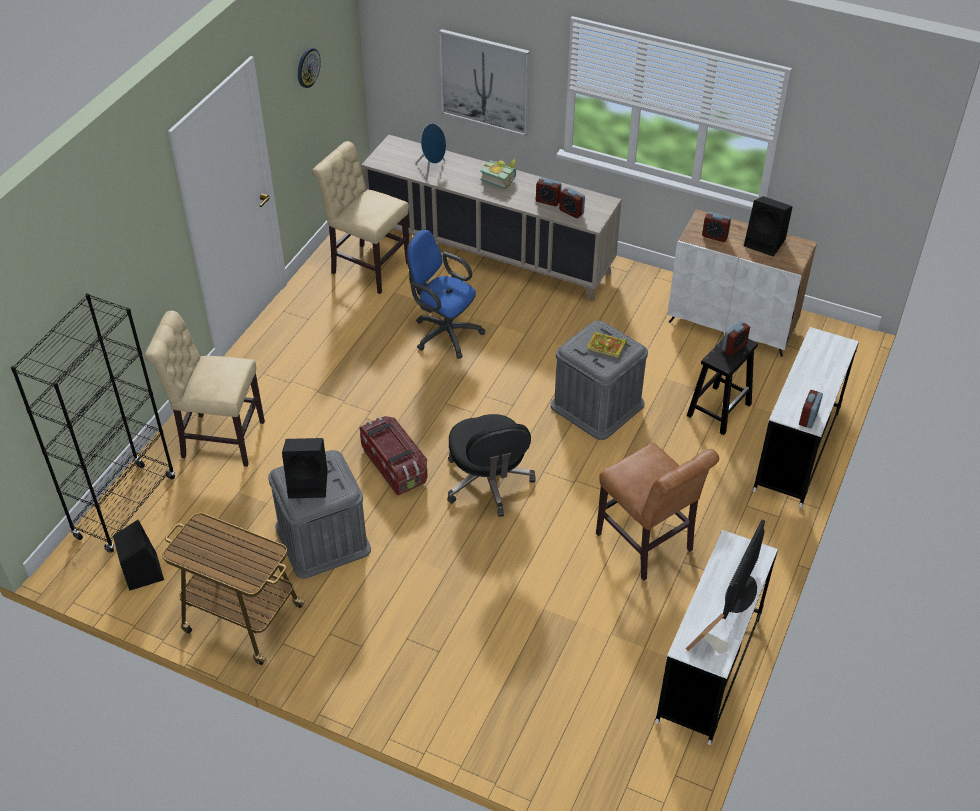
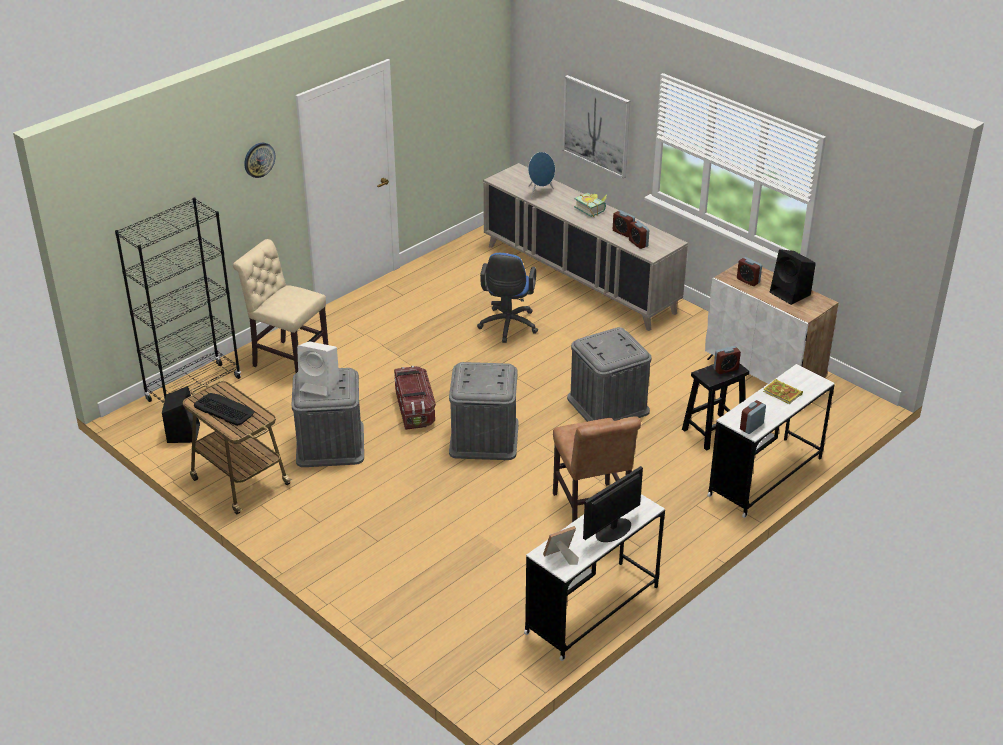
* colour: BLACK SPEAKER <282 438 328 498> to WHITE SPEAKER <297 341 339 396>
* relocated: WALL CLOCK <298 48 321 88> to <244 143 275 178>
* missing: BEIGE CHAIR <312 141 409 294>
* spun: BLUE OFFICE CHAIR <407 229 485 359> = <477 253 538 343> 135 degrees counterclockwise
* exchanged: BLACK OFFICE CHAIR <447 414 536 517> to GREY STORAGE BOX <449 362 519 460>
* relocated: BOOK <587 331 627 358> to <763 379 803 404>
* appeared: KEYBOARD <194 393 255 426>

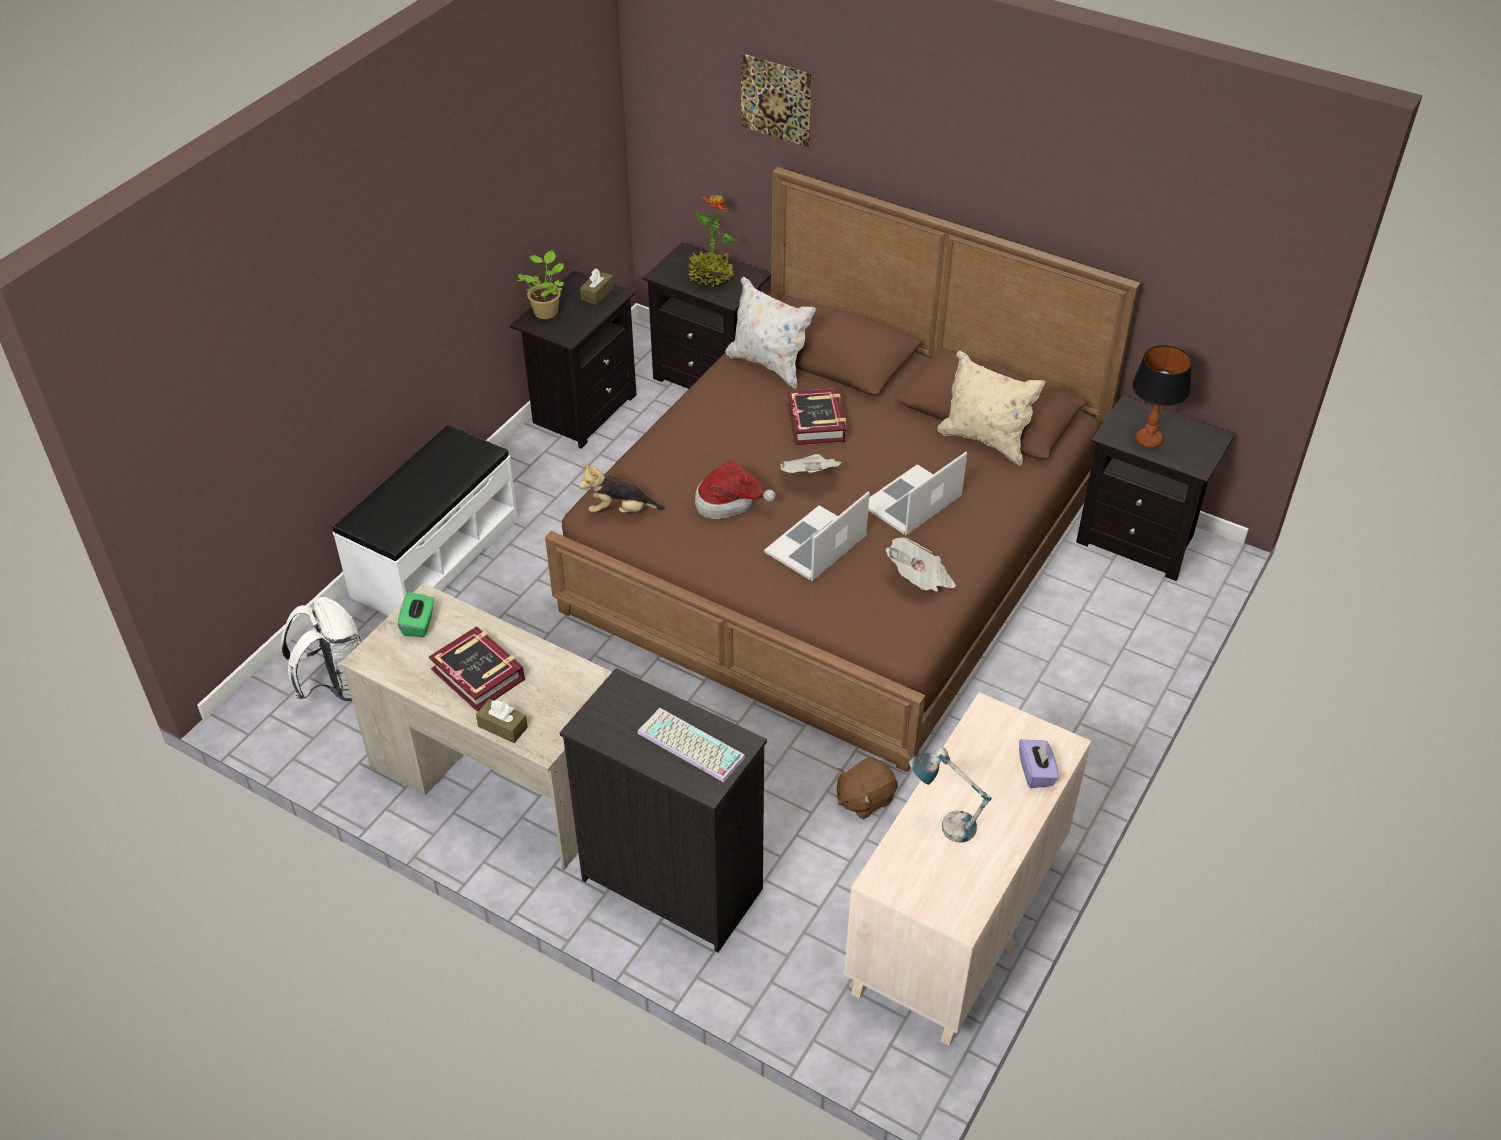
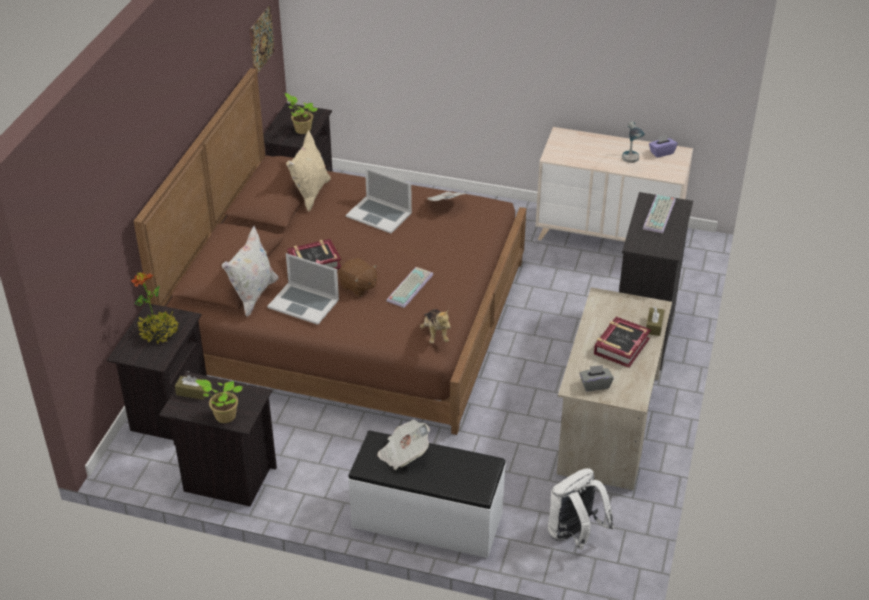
* colour: GREEN TISSUE BOX <398 592 434 637> to GREY TISSUE BOX <579 365 614 391>
* exchanged: HAT <695 461 776 519> to KEYBOARD <386 267 433 308>
* relocated: PICTURE <741 53 812 147> to <250 5 275 74>
* relocated: LAPTOP <764 491 869 581> to <267 253 339 325>
* relocated: NEWSPAPER <780 454 842 473> to <378 420 430 470>
* relocated: BROWN PLUSH TOY <837 757 898 820> to <338 258 377 297>
* relocated: PURPLE TISSUE BOX <1019 739 1059 788> to <649 134 678 158>
* exchanged: TABLE LAMP <1132 345 1192 448> to POTTED PLANT <285 93 318 134>

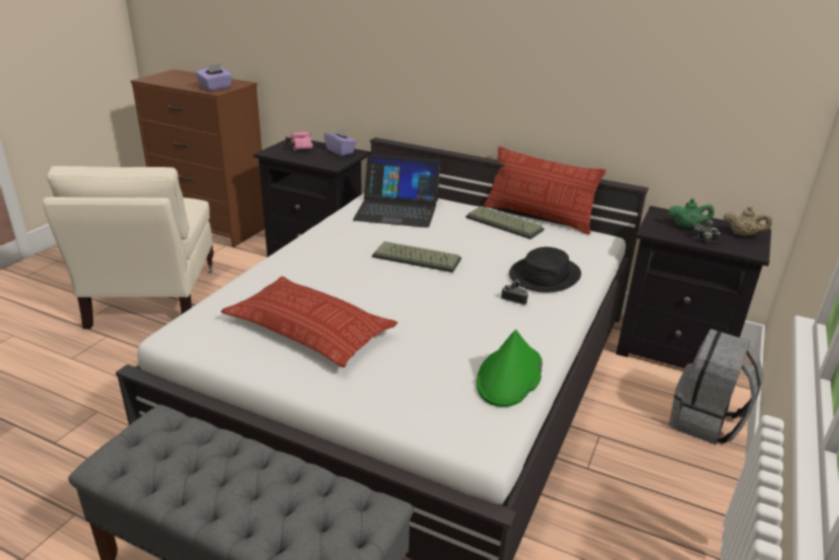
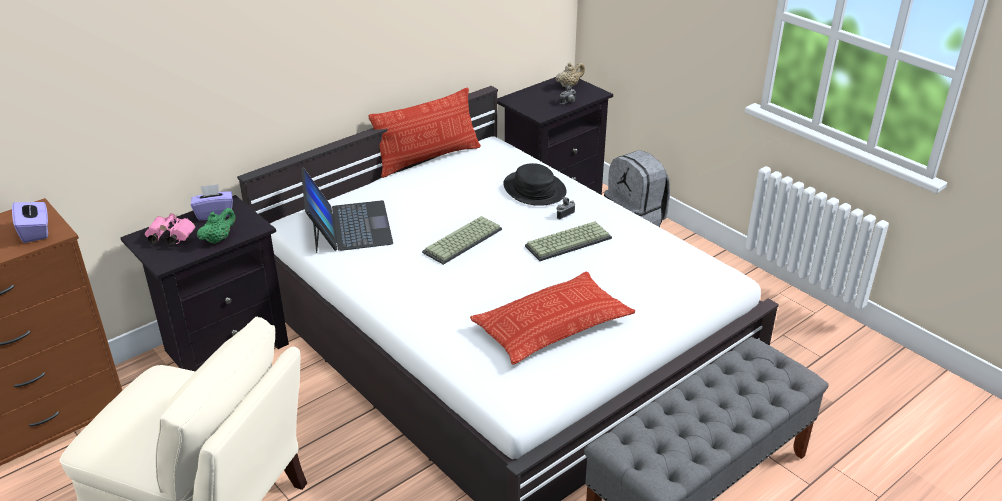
* spun: LAPTOP <353 154 440 228> = <301 168 393 253> 45 degrees counterclockwise
* relocated: KEYBOARD <466 206 544 239> to <525 221 612 261>
* missing: GREEN HAT <477 330 542 407>
* relocated: GREEN TEAPOT <668 199 714 228> to <197 208 236 244>

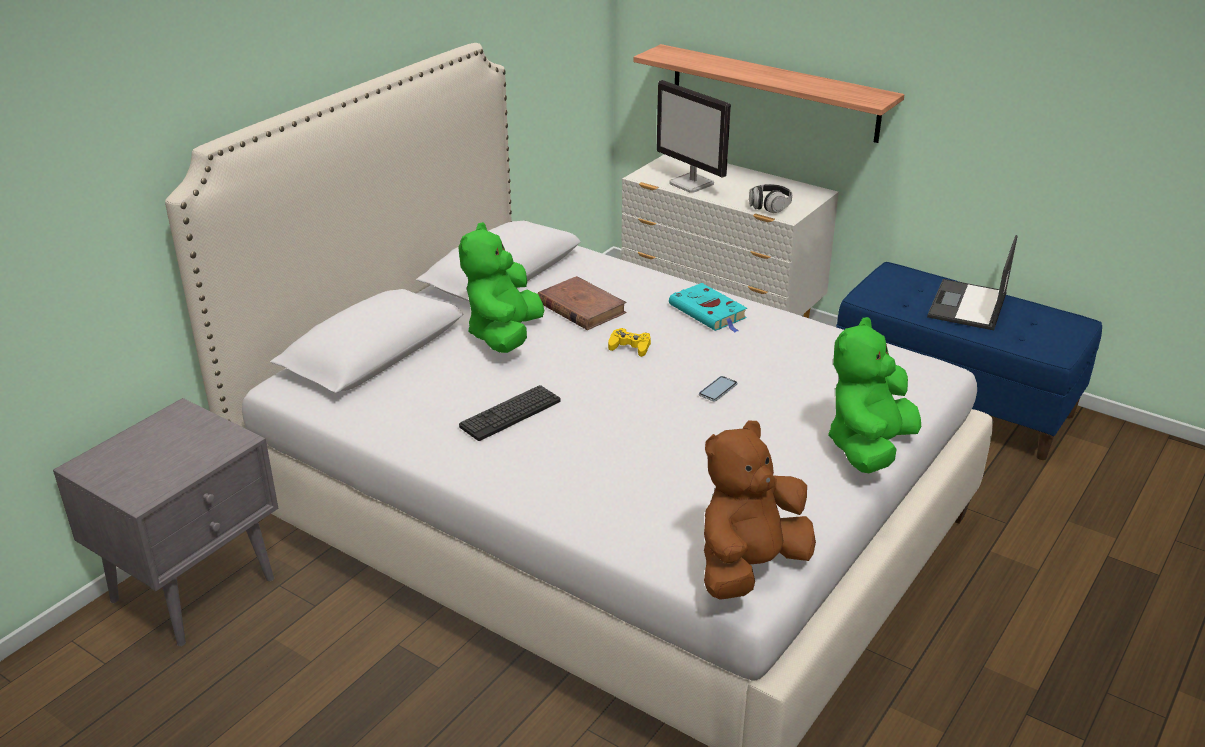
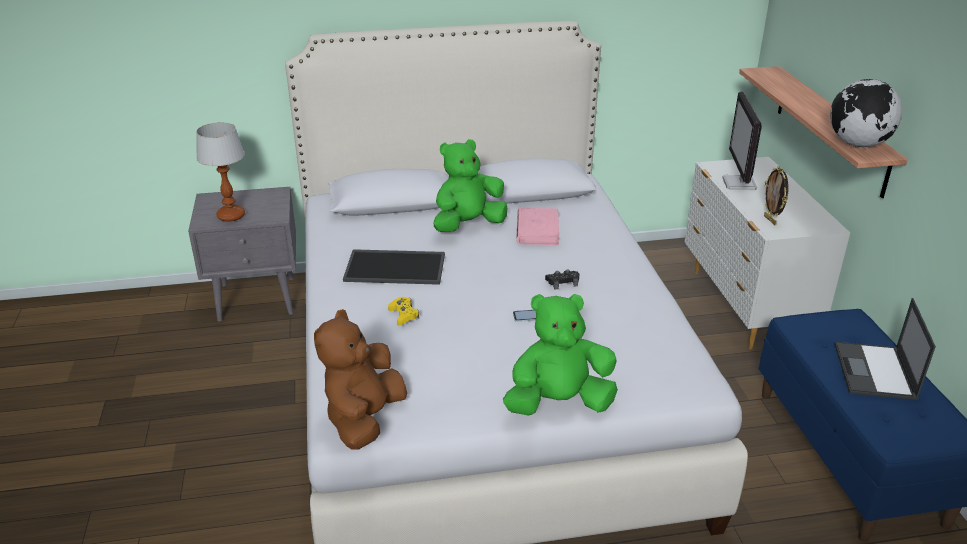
* exchanged: KEYBOARD <459 385 561 441> to TRAY <343 249 445 285>
* colour: BROWN BOOK <538 276 627 330> to PINK BOOK <516 208 559 245>
* relocated: YELLOW GAME CONTROLLER <608 328 651 357> to <388 297 419 326>
* missing: TURQUOISE BOOK <669 283 747 333>
* spun: BROWN PLUSH TOY <704 421 816 600> = <314 309 407 450> 75 degrees counterclockwise
* exchanged: HEADPHONES <749 184 792 213> to PICTURE FRAME <764 166 788 225>
* spun: LAPTOP <927 235 1017 330> = <835 298 936 400> 60 degrees counterclockwise
* appeared: TABLE LAMP <196 122 245 222>
* appeared: BLACK GAME CONTROLLER <545 269 579 290>
* appeared: GLOBE <830 79 903 147>

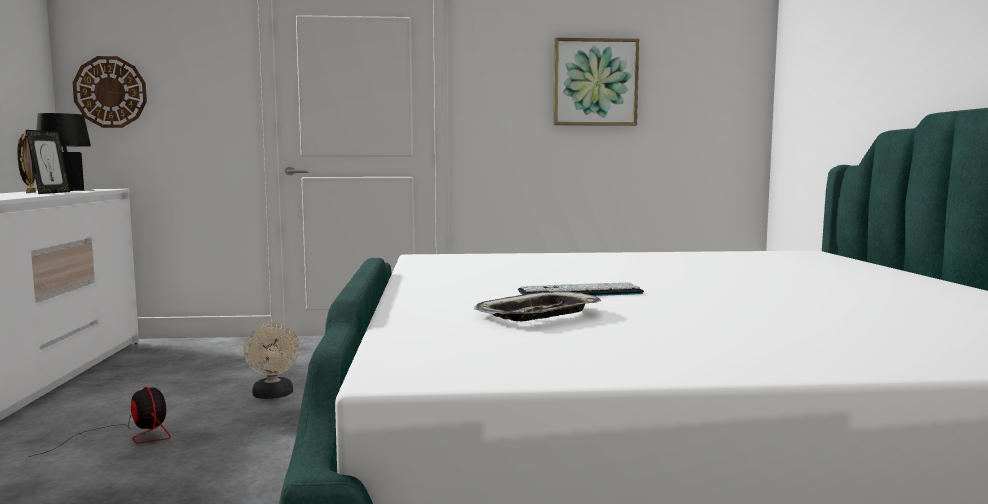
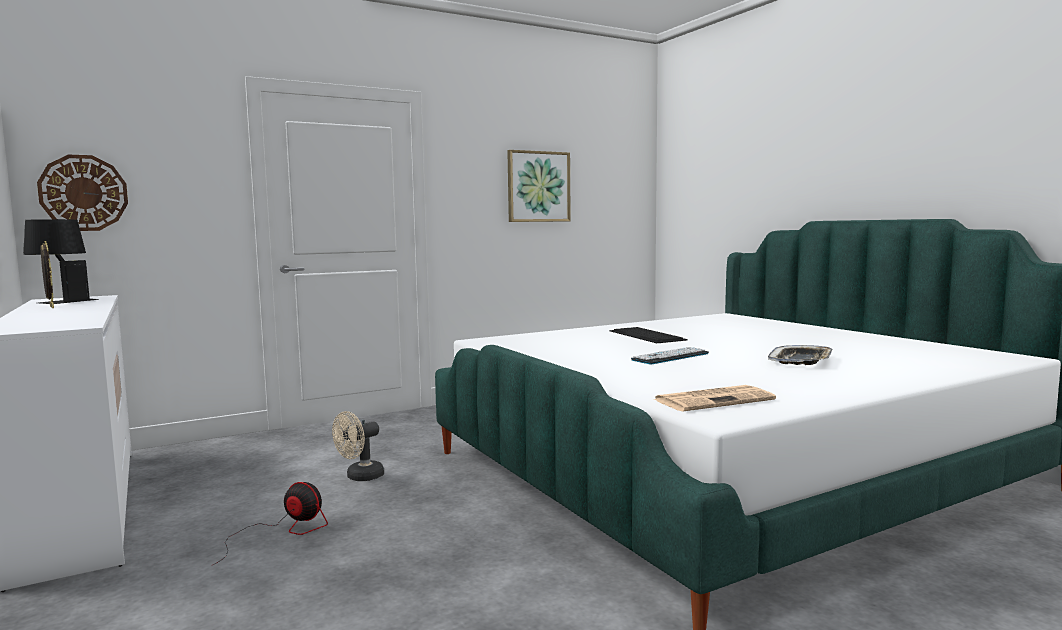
* missing: PICTURE FRAME <26 130 70 194>
* spun: BEIGE FAN <244 323 300 399> = <332 411 384 481> 90 degrees clockwise
* relocated: TRAY <474 291 601 321> to <768 345 833 365>
* appeared: KEYBOARD <610 327 688 343>
* appeared: NEWSPAPER <653 385 776 411>

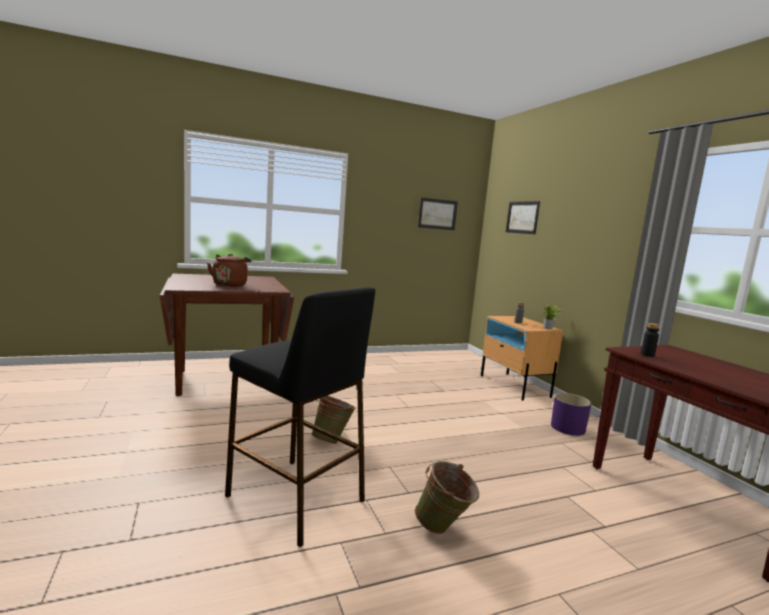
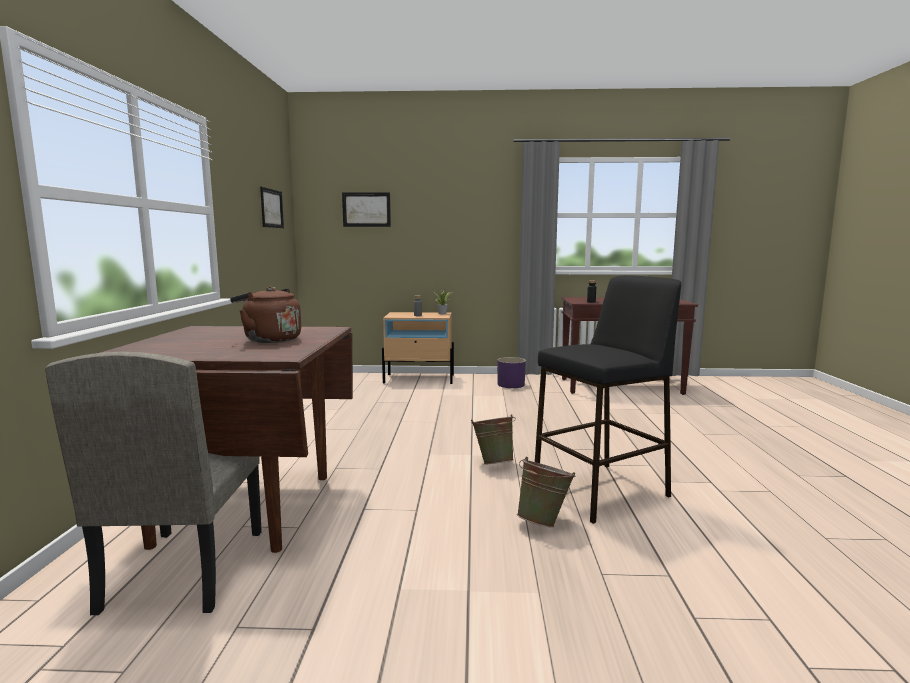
* relocated: GREEN BUCKET <415 461 479 534> to <517 457 575 527>
* appeared: BEIGE CHAIR <45 351 262 615>

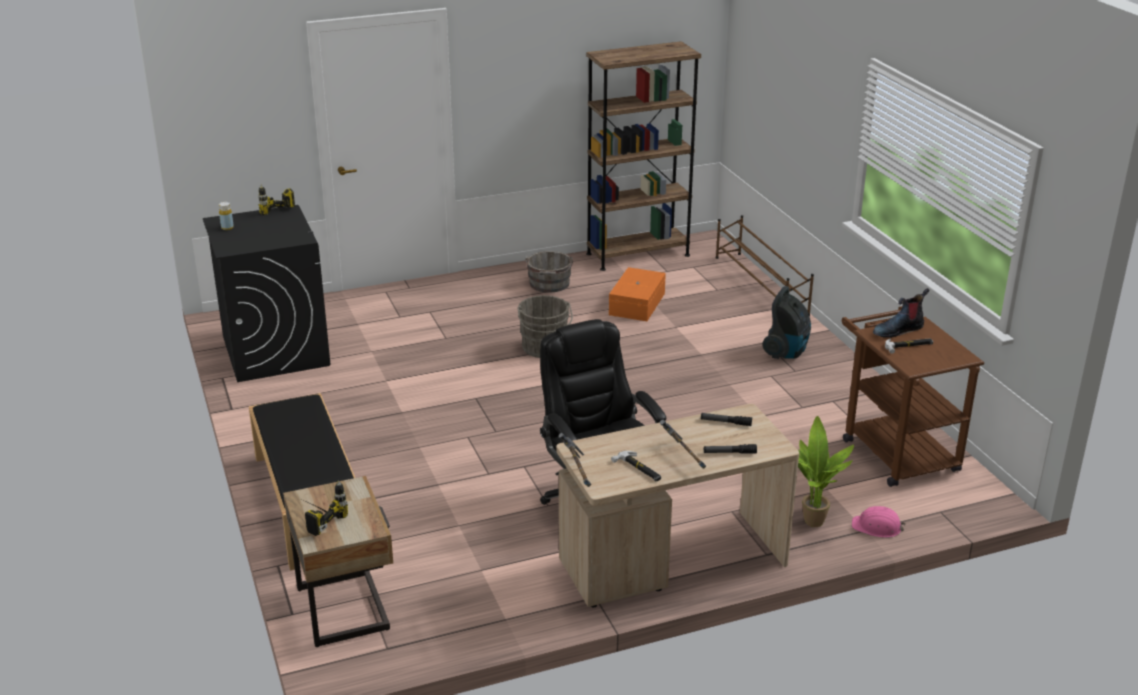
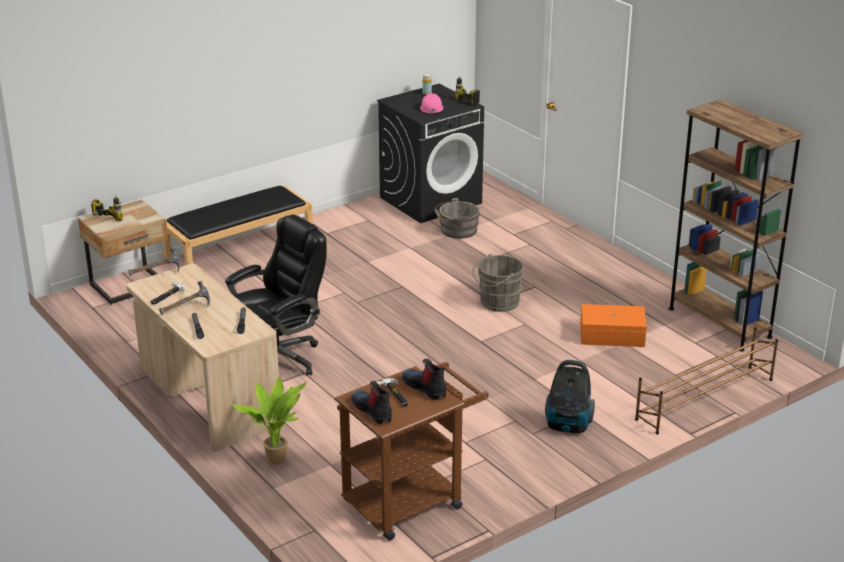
* relocated: GREY BUCKET <525 251 573 293> to <434 198 480 239>
* relocated: PINK HARD HAT <852 506 905 538> to <420 93 443 114>
* appeared: BOOT <351 381 392 424>

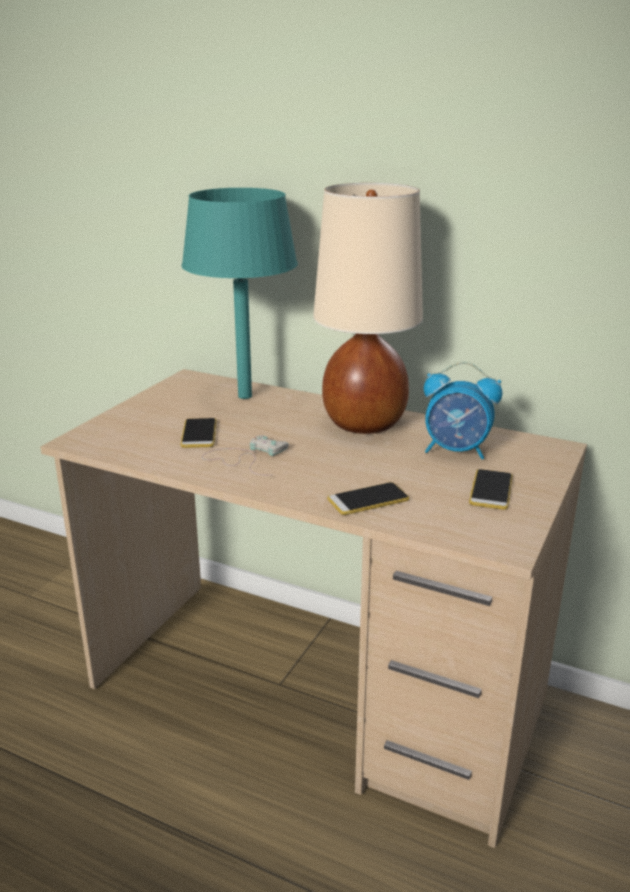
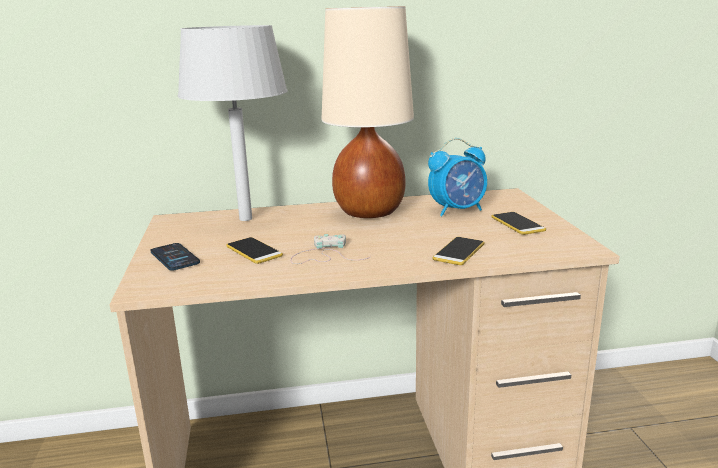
* colour: TURQUOISE TABLE LAMP <182 188 298 399> to GREY TABLE LAMP <178 25 288 221>
* appeared: PHONE <150 243 200 271>

